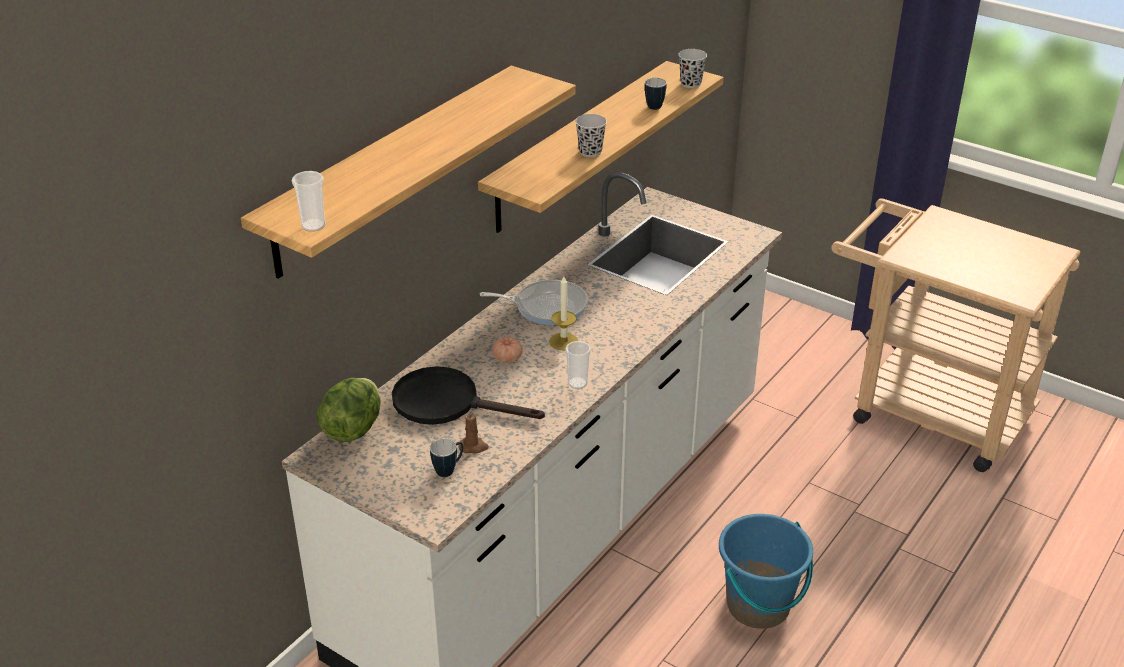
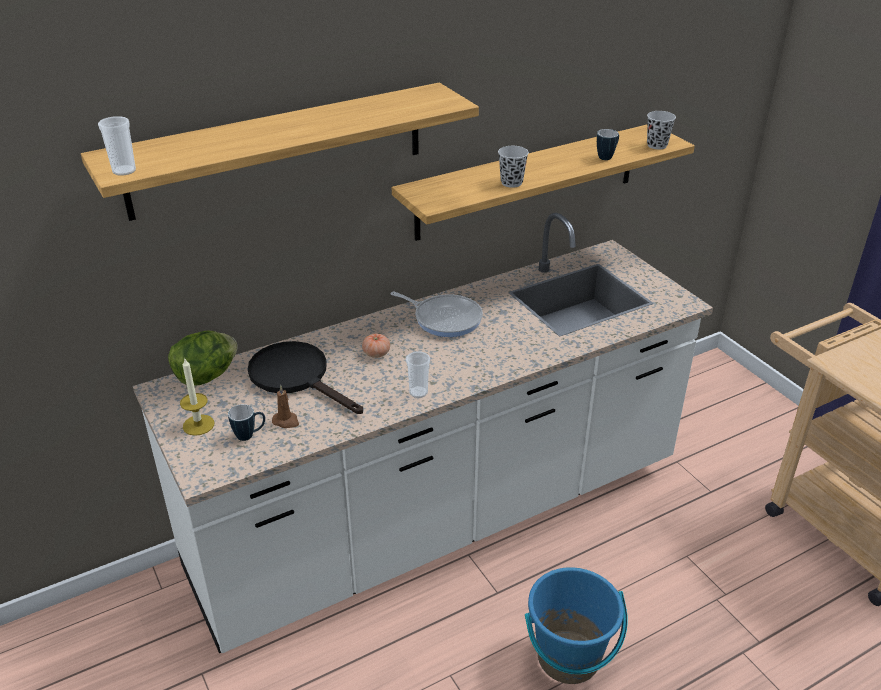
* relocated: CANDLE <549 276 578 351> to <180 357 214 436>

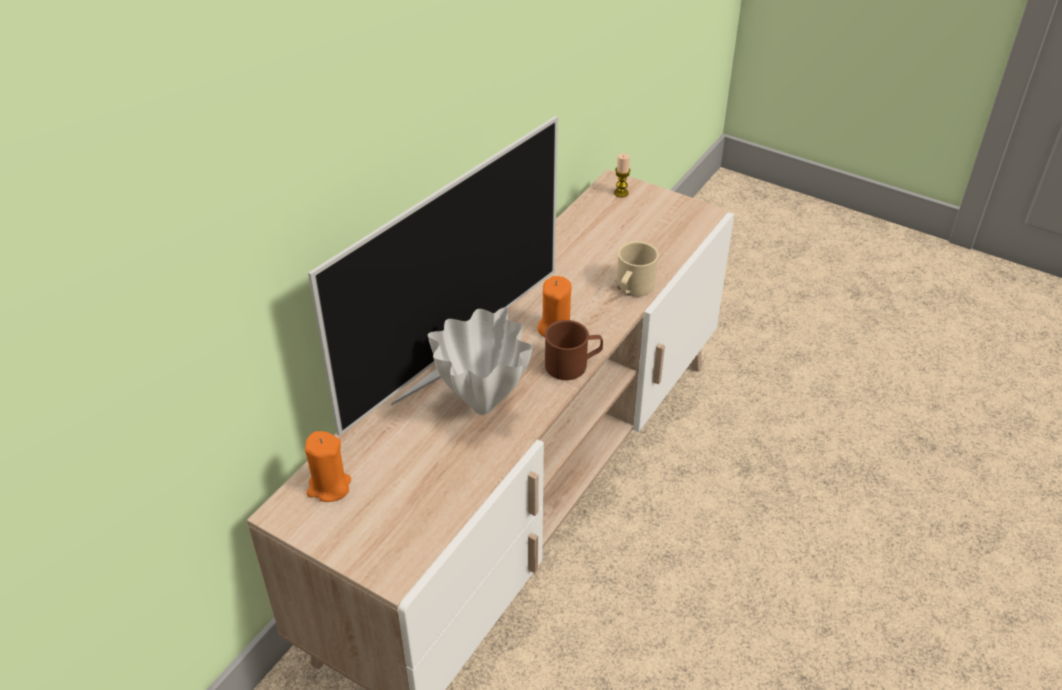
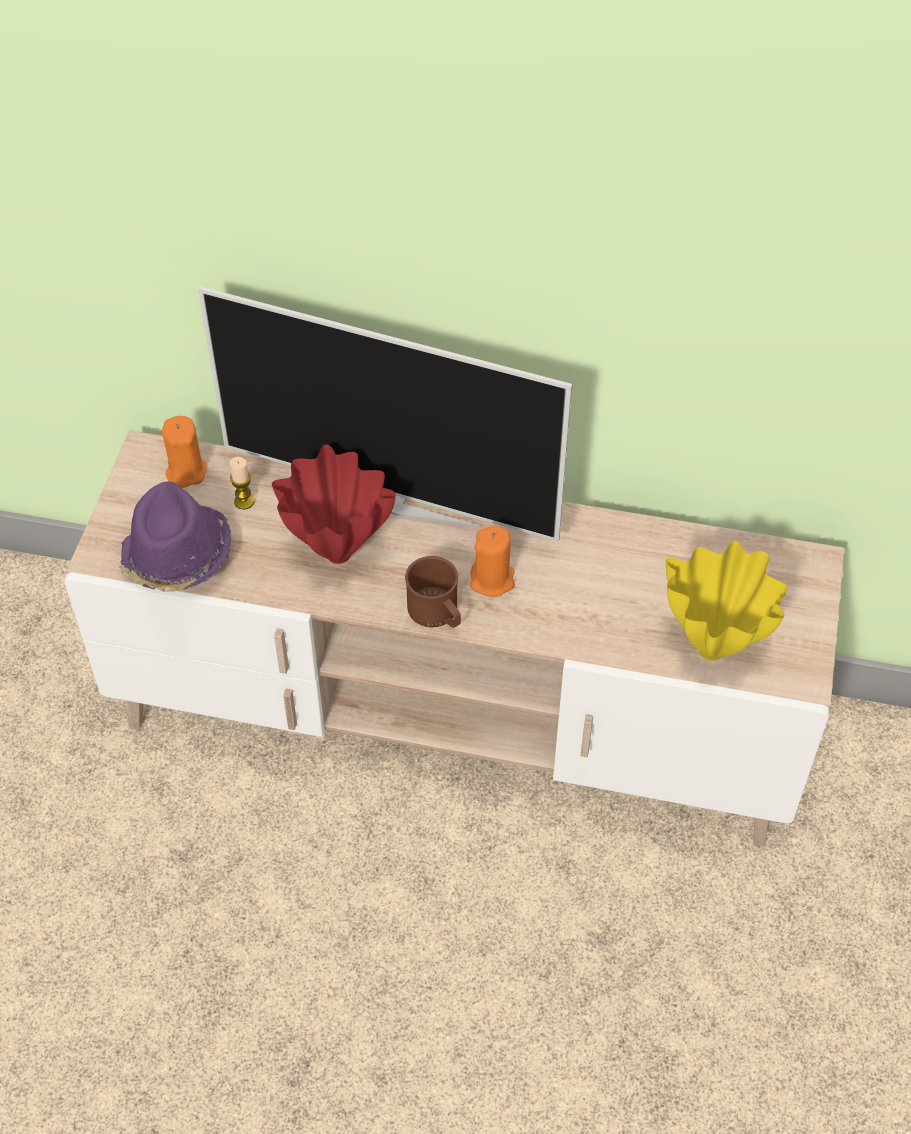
* colour: WHITE VASE <428 307 533 415> to RED VASE <272 445 396 564>
* relocated: CANDLE <614 154 631 198> to <230 457 254 510>
* missing: BEIGE MUG <617 241 659 297>
* appeared: PURPLE HAT <120 481 231 592>
* appeared: YELLOW VASE <666 541 787 661>

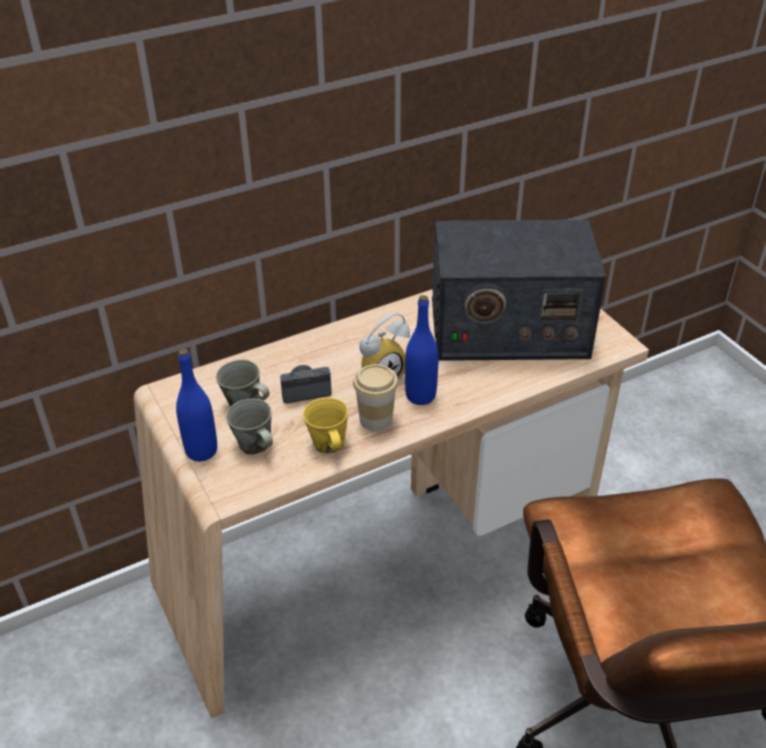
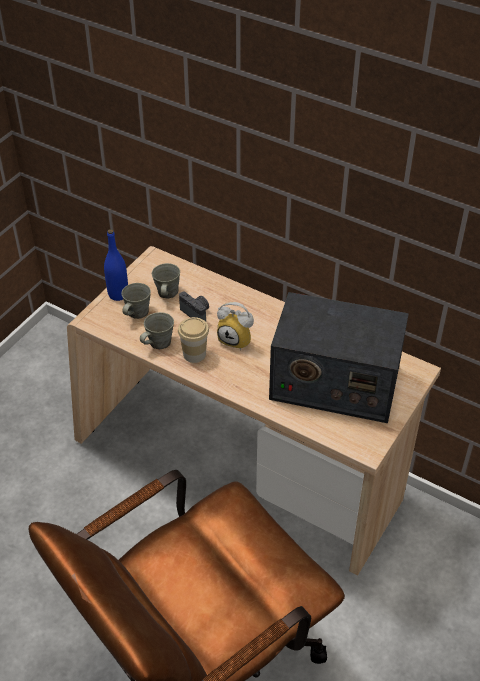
* colour: YELLOW MUG <303 398 348 453> to GREY MUG <140 312 174 349>
* missing: BLUE BOTTLE <405 295 438 405>
* spun: RADIO <432 220 606 361> = <269 292 409 423> 45 degrees counterclockwise

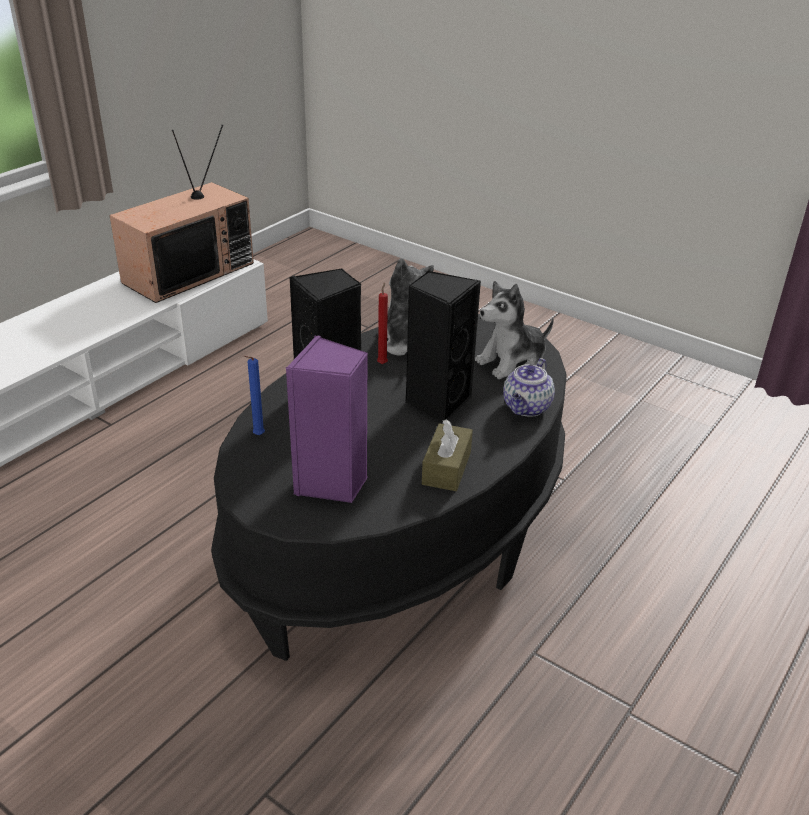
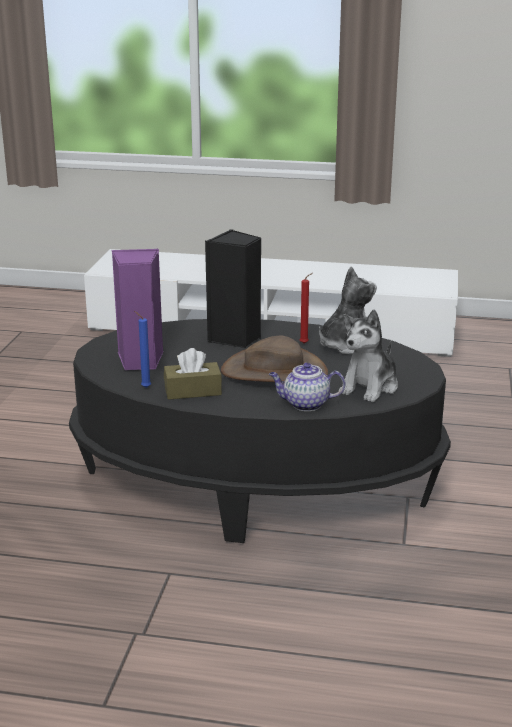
* missing: TELEVISION <109 125 254 303>
* relocated: BLUE CANDLE <244 356 265 435> to <134 311 151 388>
* exchanged: BLACK SPEAKER <405 271 481 423> to BROWN HAT <221 336 328 382>
* spun: PLUSH TOY <475 281 554 379> = <339 309 398 402> 90 degrees counterclockwise

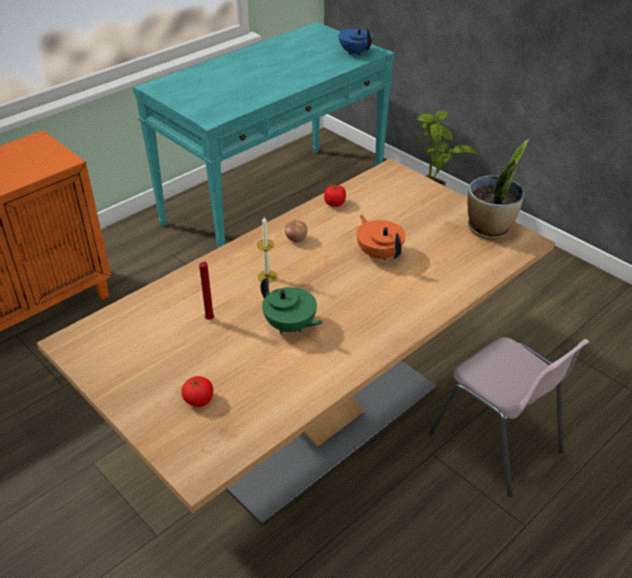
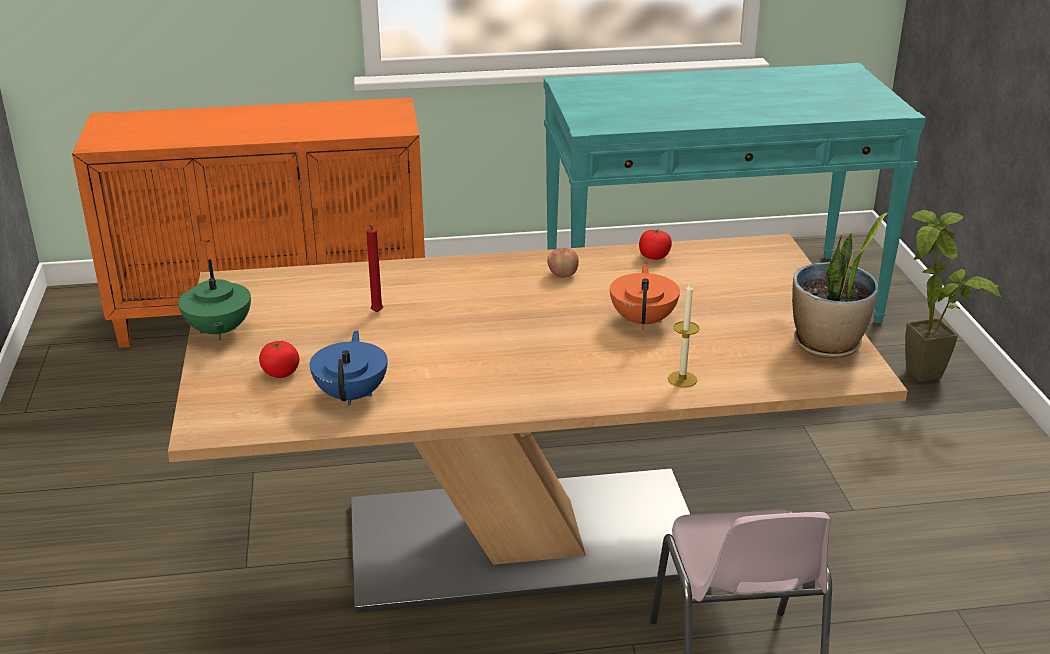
* relocated: CANDLE <257 217 277 283> to <668 283 699 388>
* relocated: GREEN TEAPOT <260 277 323 333> to <178 259 251 340>
* relocated: BLUE TEAPOT <338 27 373 56> to <310 331 388 405>

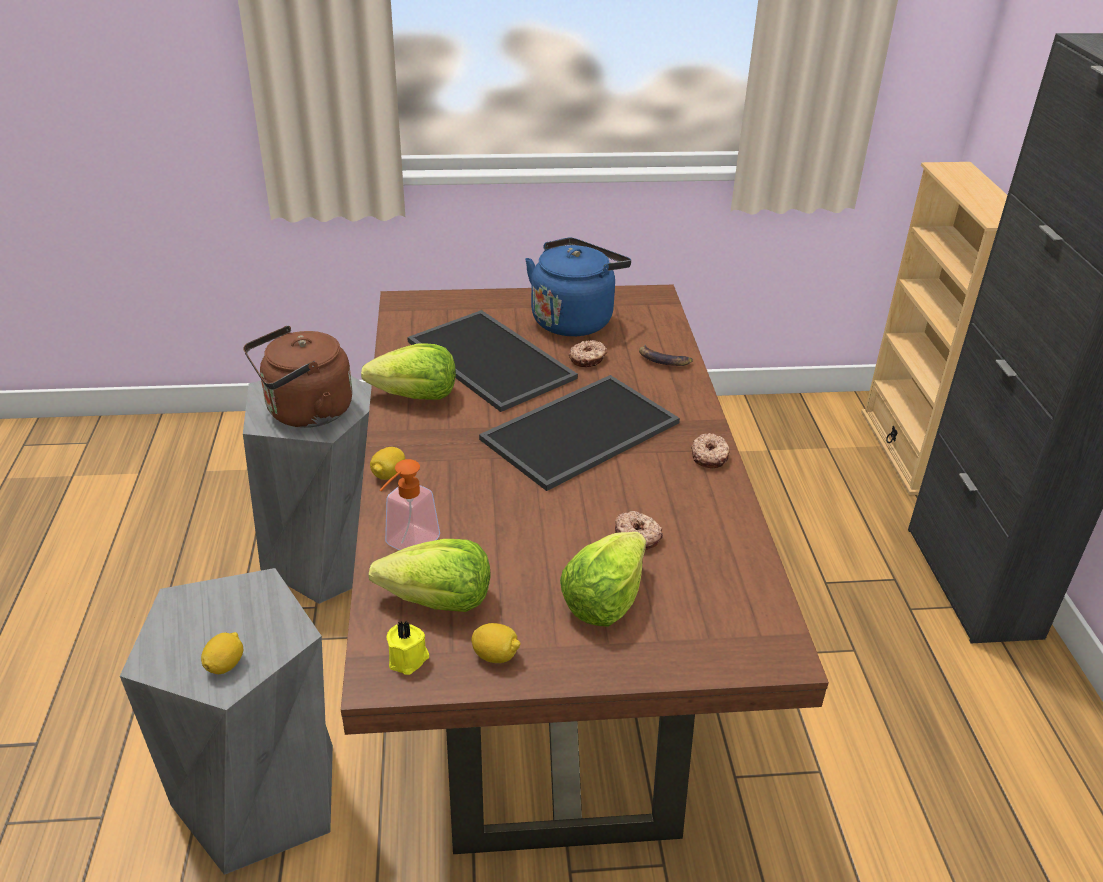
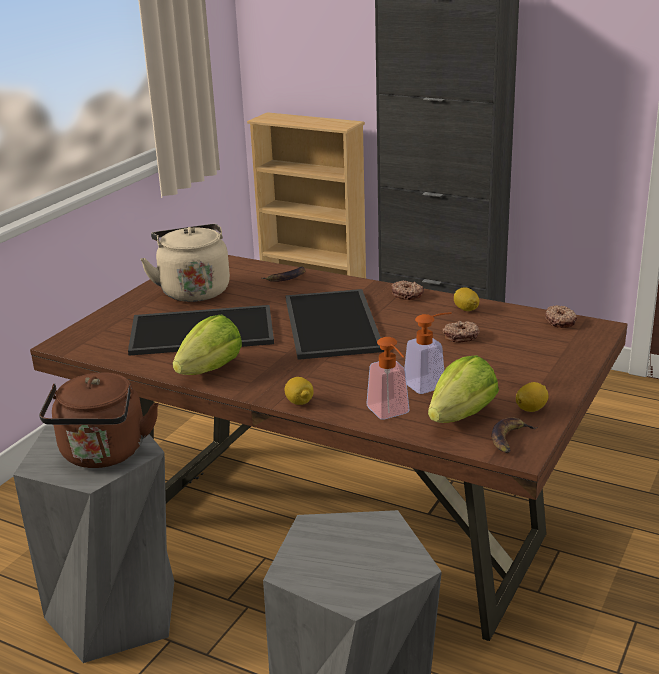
* relocated: LEMON <201 632 243 674> to <454 287 479 311>
* exchanged: YELLOW CANDLE <387 620 429 675> to BANANA <491 417 537 453>
* colour: BLUE KETTLE <525 238 631 336> to BEIGE KETTLE <140 224 230 302>
* missing: LETTUCE <560 532 646 627>
* relocated: DONUT <569 340 607 367> to <545 305 577 328>
* appeared: SOAP DISPENSER <404 312 452 394>

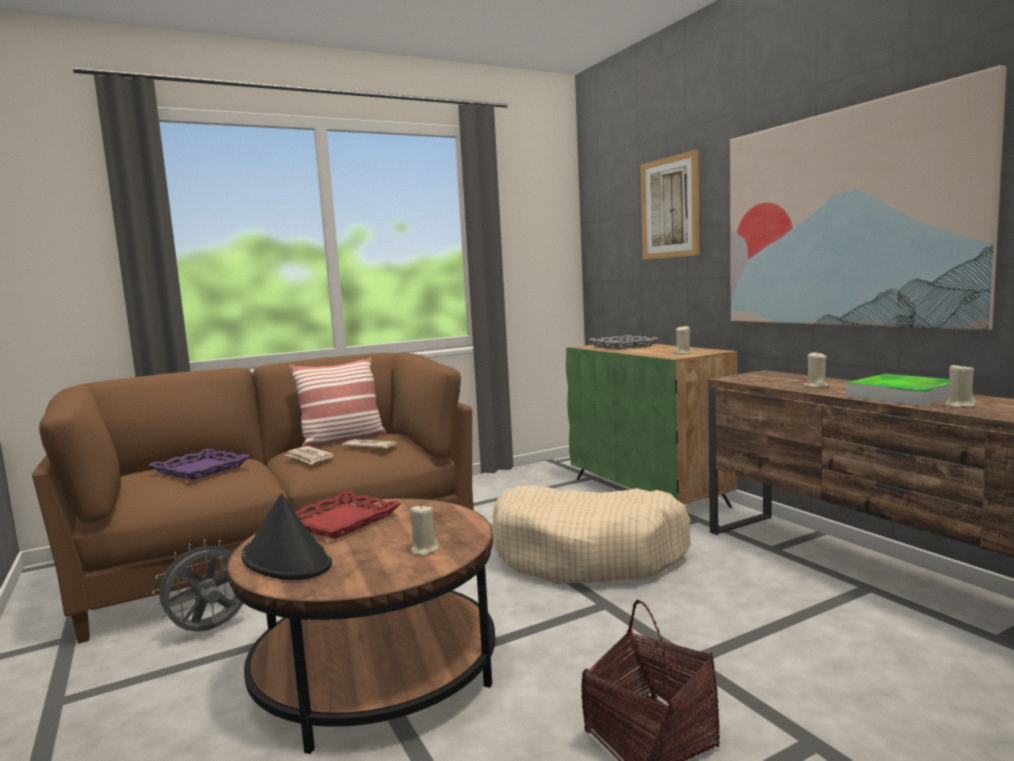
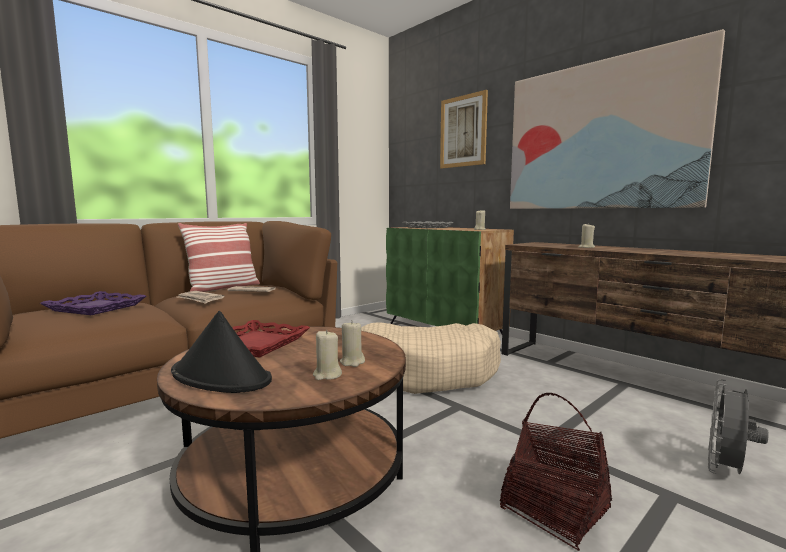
* relocated: GREY FAN <152 539 244 632> to <708 379 769 474>
* missing: TRAY <846 374 949 406>
* relocated: BEIGE CANDLE <945 363 976 408> to <313 330 342 380>

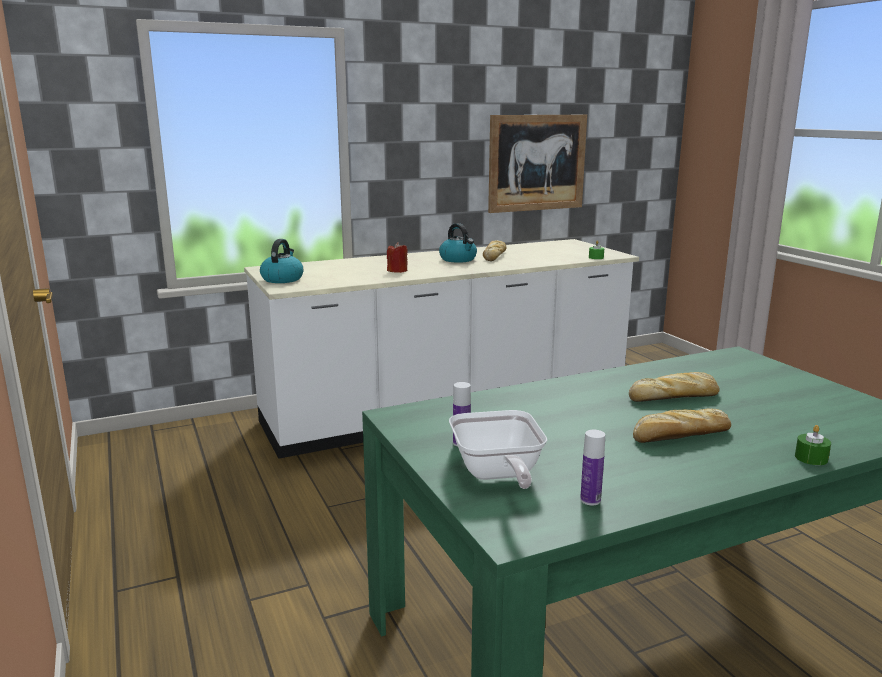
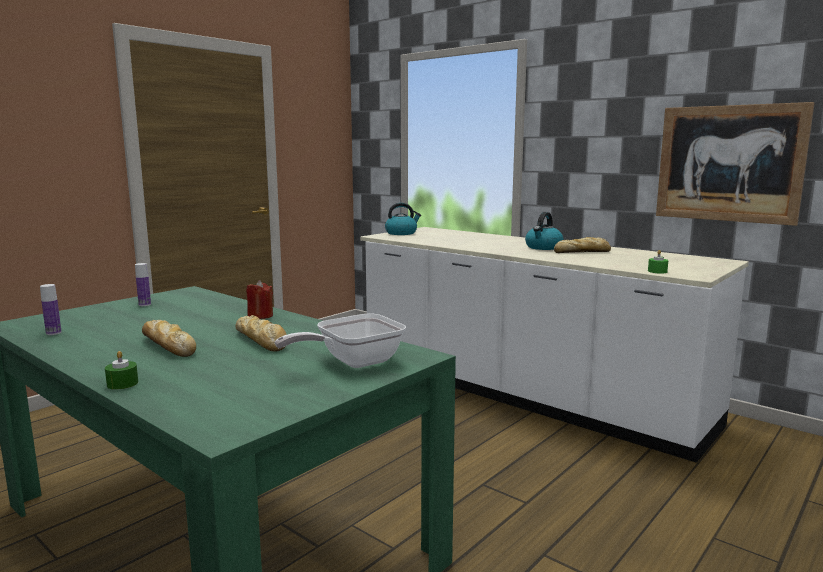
* relocated: RED CANDLE <387 242 408 273> to <246 280 273 319>
* relocated: FRYING PAN <449 410 547 489> to <275 314 406 368>

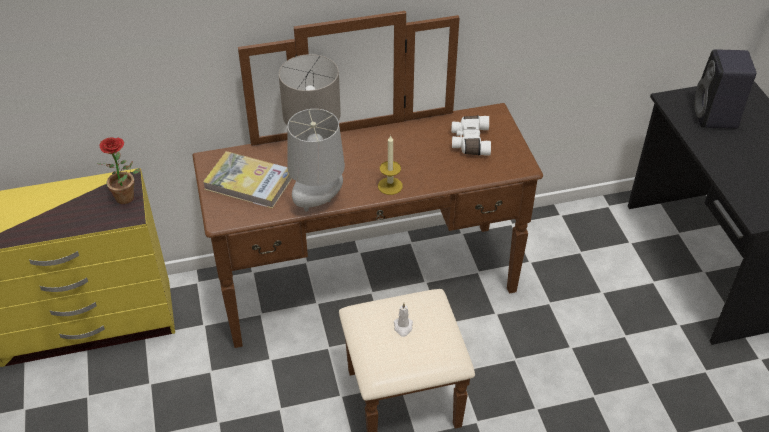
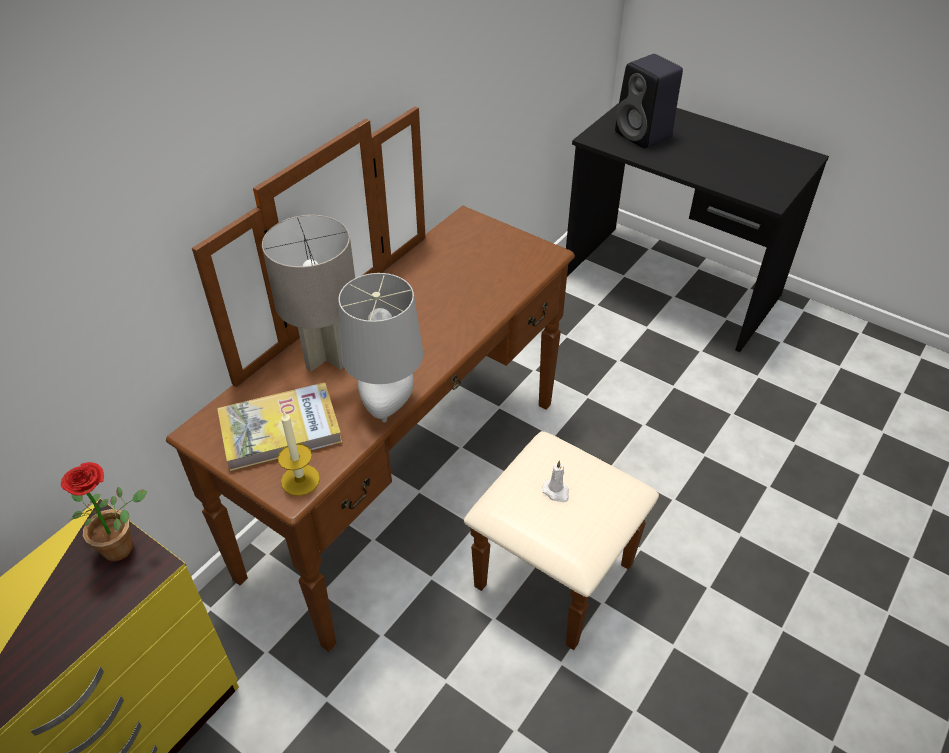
* relocated: CANDLE <378 135 403 195> to <278 412 320 496>
* missing: WHITE BINOCULARS <452 116 491 156>

